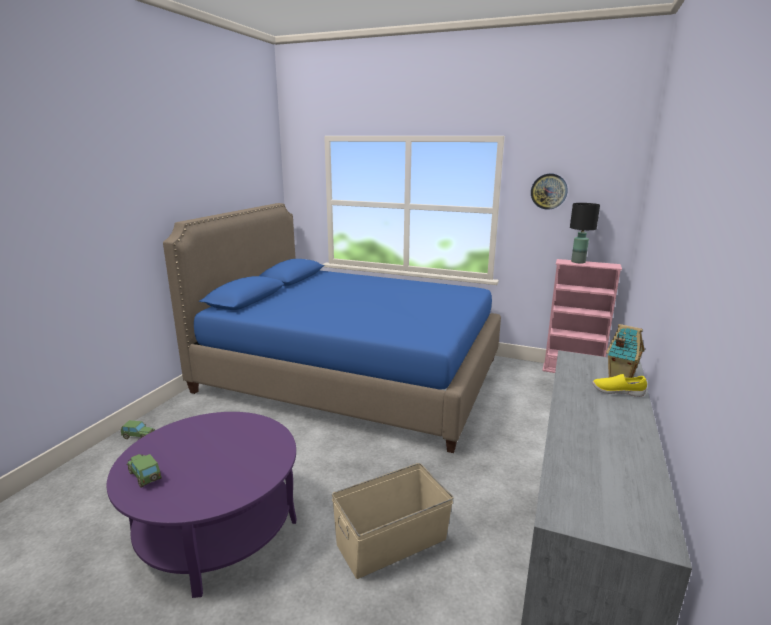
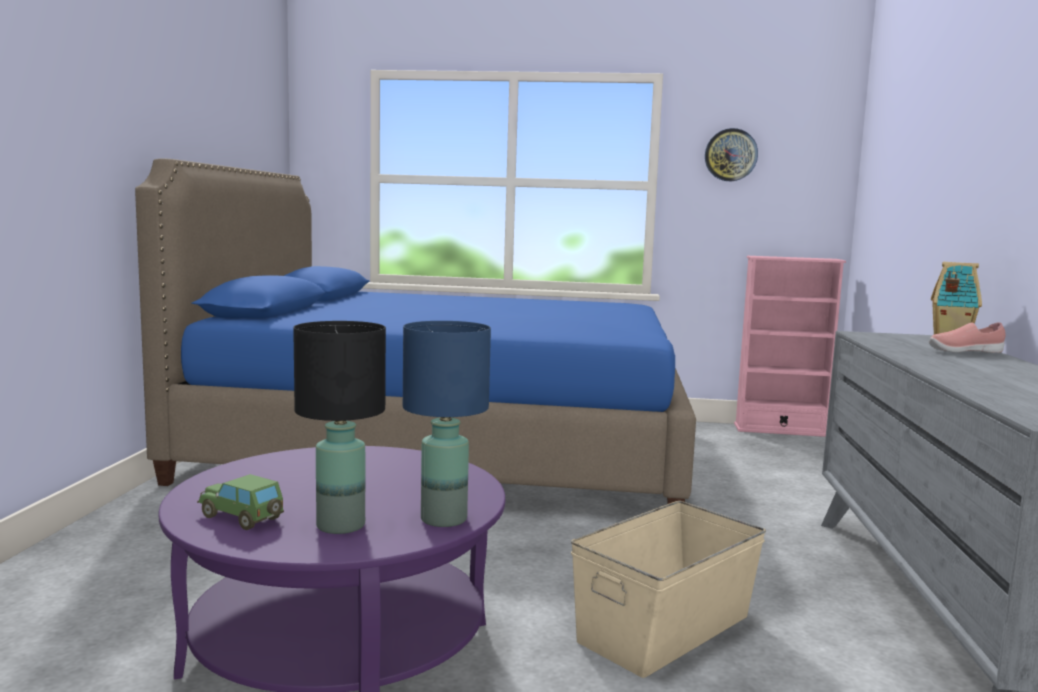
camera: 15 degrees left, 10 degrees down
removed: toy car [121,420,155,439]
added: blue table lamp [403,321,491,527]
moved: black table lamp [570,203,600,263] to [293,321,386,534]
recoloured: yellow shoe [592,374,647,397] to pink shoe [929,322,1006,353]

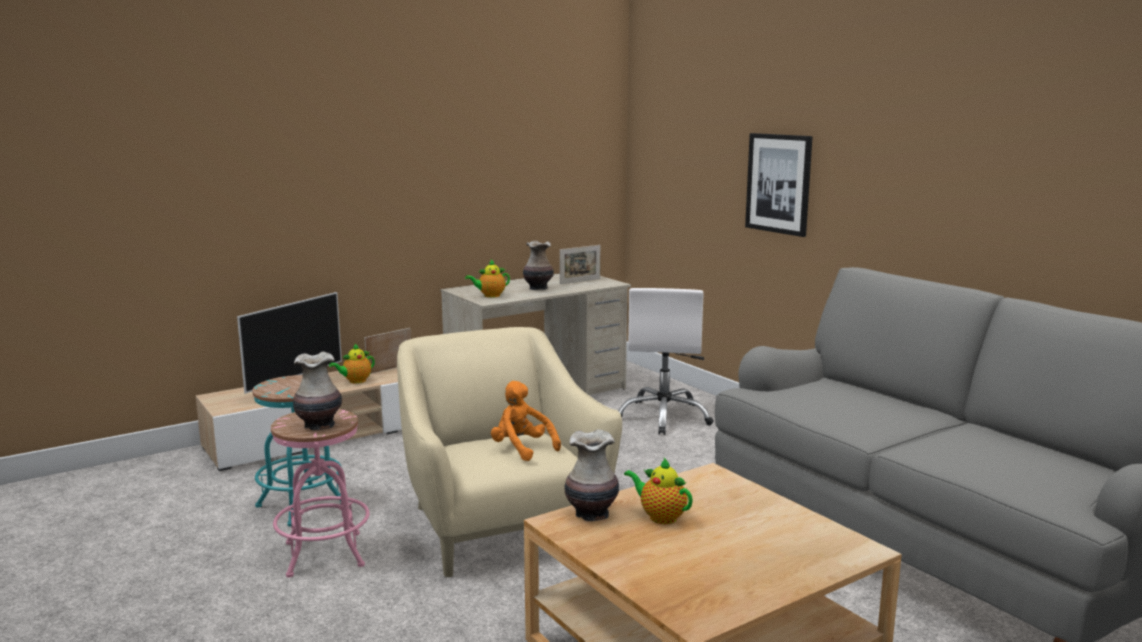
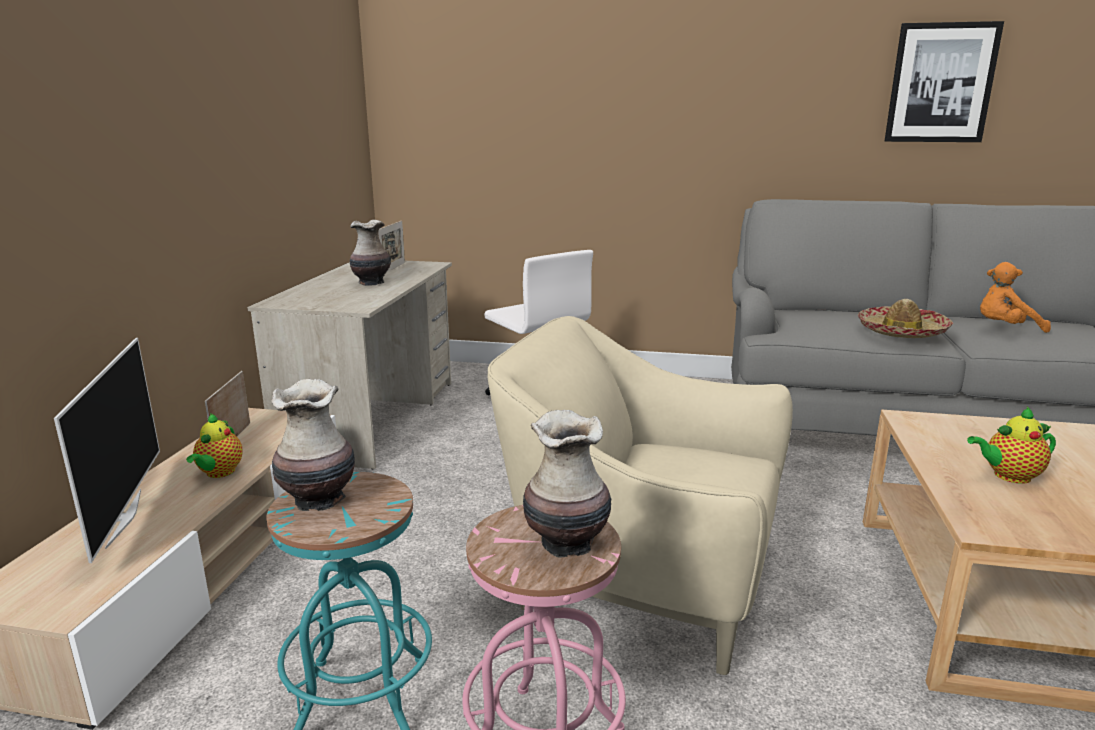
camera: 45 degrees left, 5 degrees up
removed: teapot [465,260,510,298]
added: hat [858,299,953,338]
moved: picture [745,133,813,237] to [885,21,1004,142]; orange plush toy [491,381,561,461] to [980,262,1051,333]; vase [565,429,619,521] to [271,379,355,511]

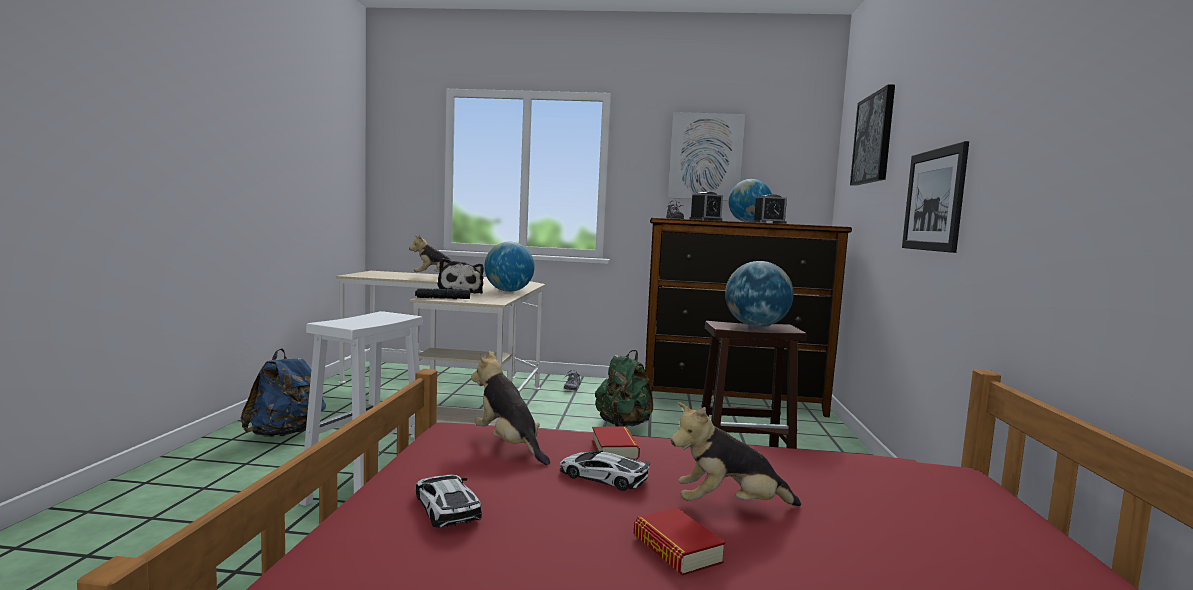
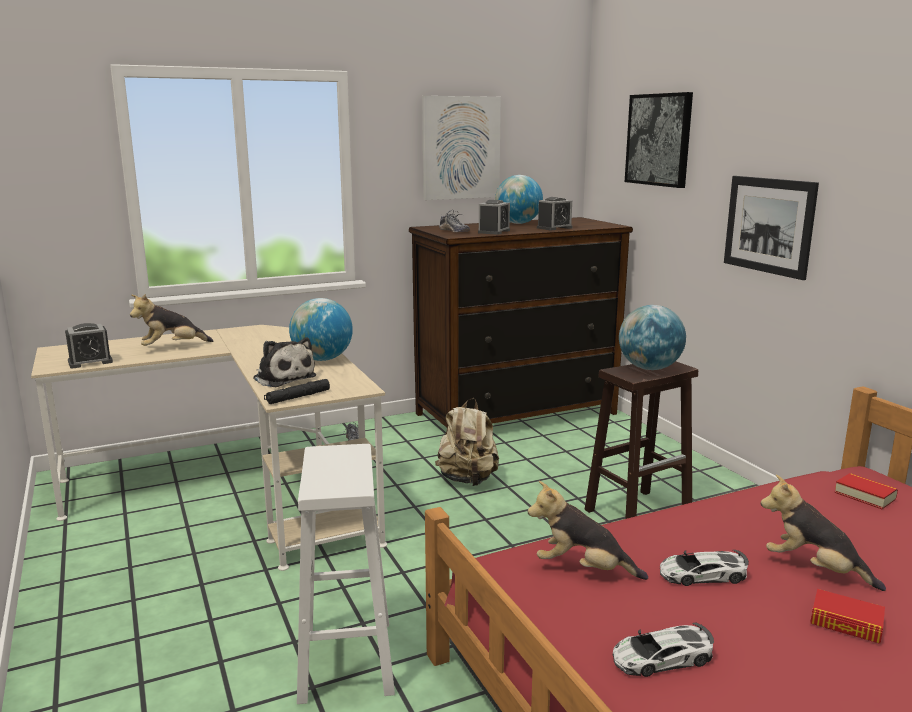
camera: 30 degrees left, 10 degrees up
removed: blue backpack [241,349,326,437]
added: alarm clock [65,323,113,368]
moved: book [592,426,640,460] to [834,473,898,509]
recoloured: green backpack [595,350,653,427] to beige backpack [435,398,499,486]
turned: plush toy [671,402,801,506] = [761,474,886,591] 75 degrees clockwise; toy car [416,475,482,528] = [613,622,714,677] 45 degrees counterclockwise

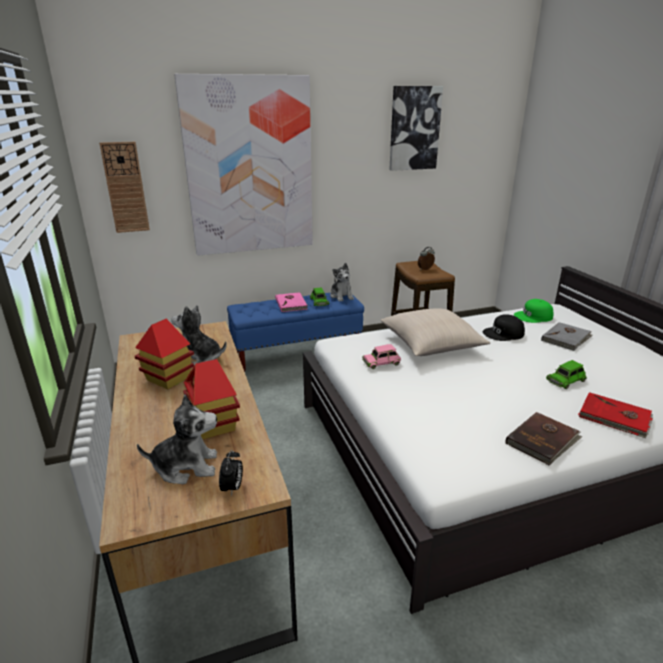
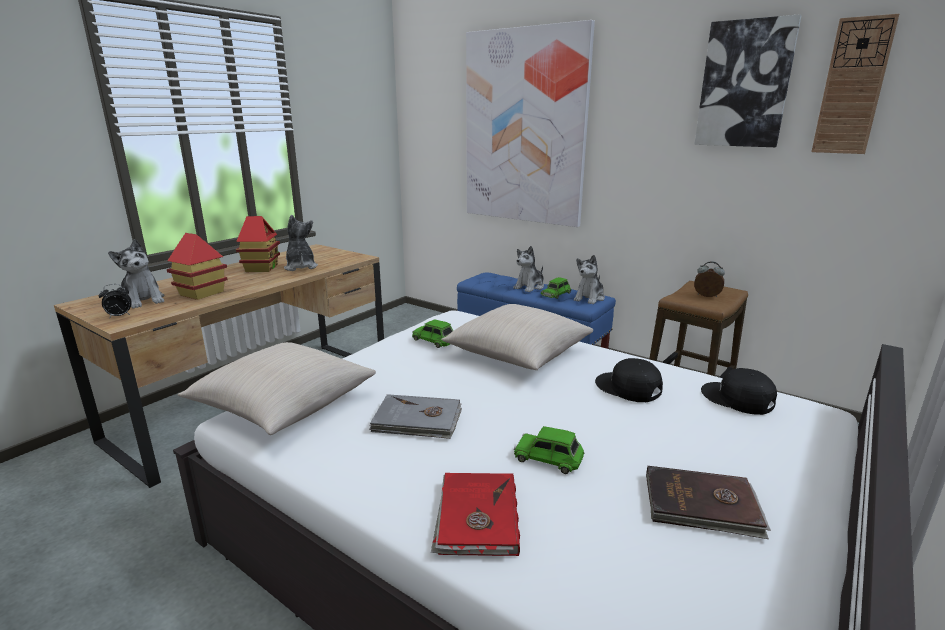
camera: 55 degrees right, 5 degrees down
added: beige pillow [178,342,376,435]
moved: wall clock [99,142,150,233] to [811,14,899,154]; grey book [541,322,593,351] to [369,394,462,439]; brown book [506,412,582,465] to [646,466,771,539]
replaced: pink book [275,292,308,312] to plush toy [513,246,544,292]
recoloured: green cap [514,299,554,323] to black cap [701,368,777,415]; pink toy car [362,344,401,369] to green toy car [412,319,454,348]

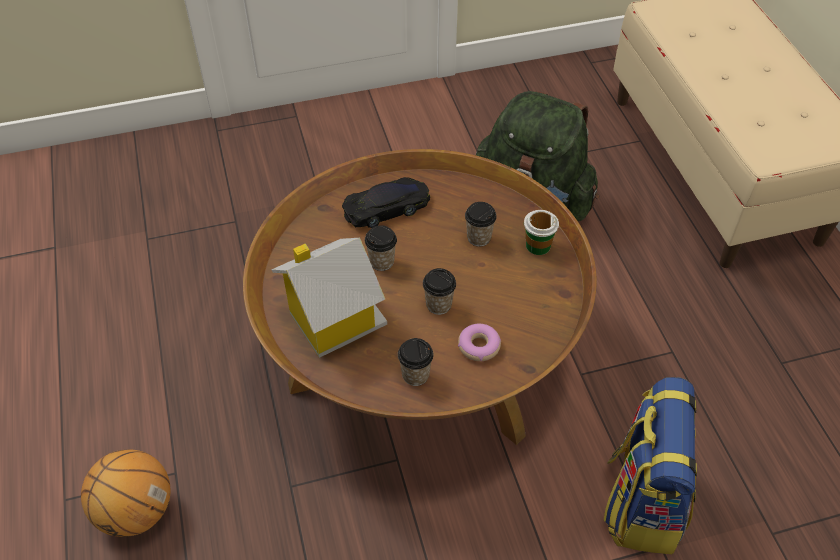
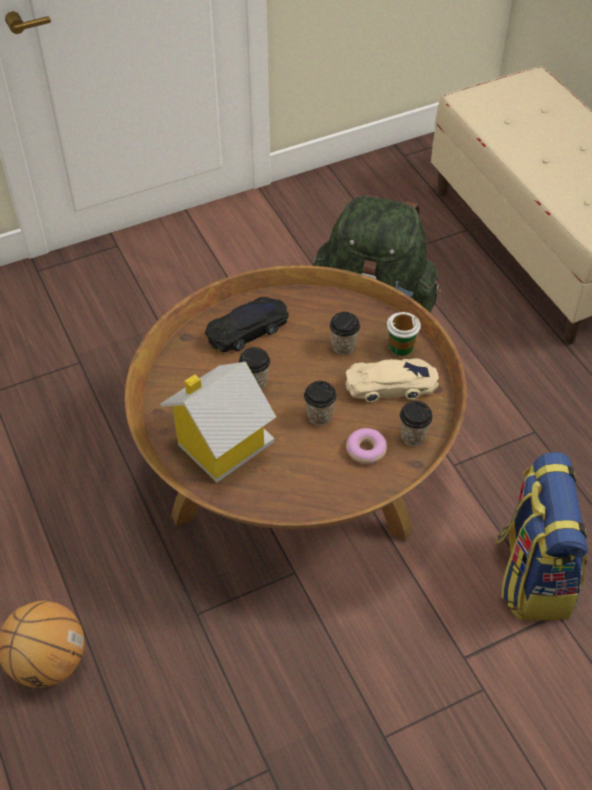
camera: 10 degrees left, 0 degrees up
added: beige toy car [346,358,439,402]
moved: cup [398,338,433,386] to [400,401,433,446]

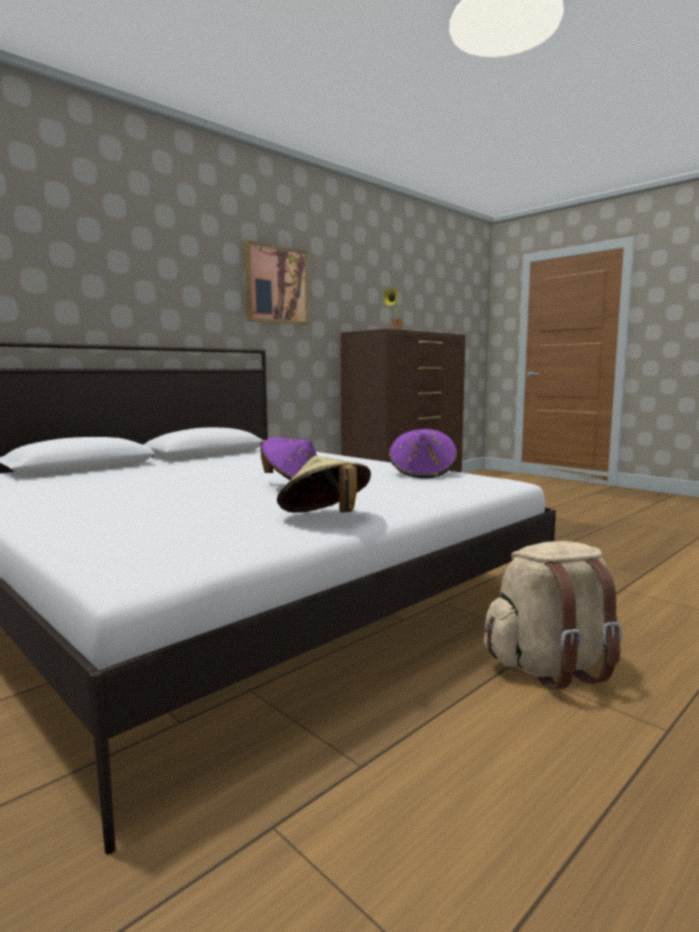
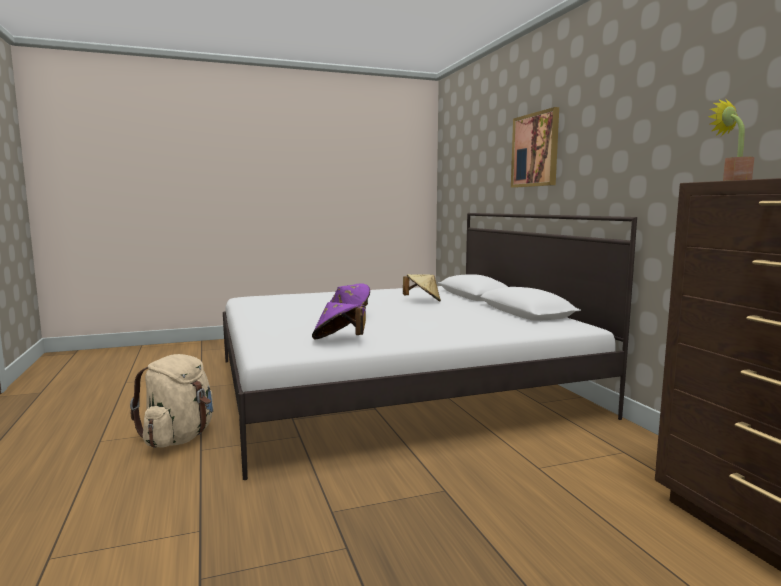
camera: 115 degrees right, 0 degrees up
moved: picture [244,240,309,325] to [511,107,559,188]; beige hat [277,456,371,513] to [403,274,441,302]

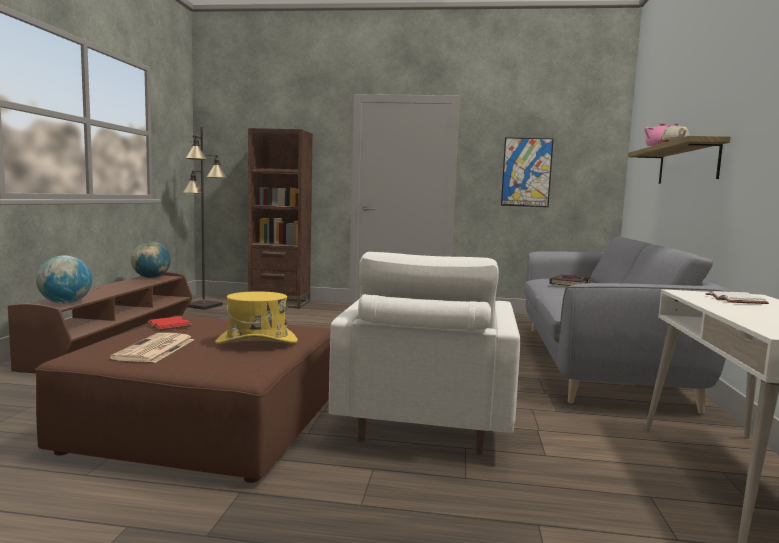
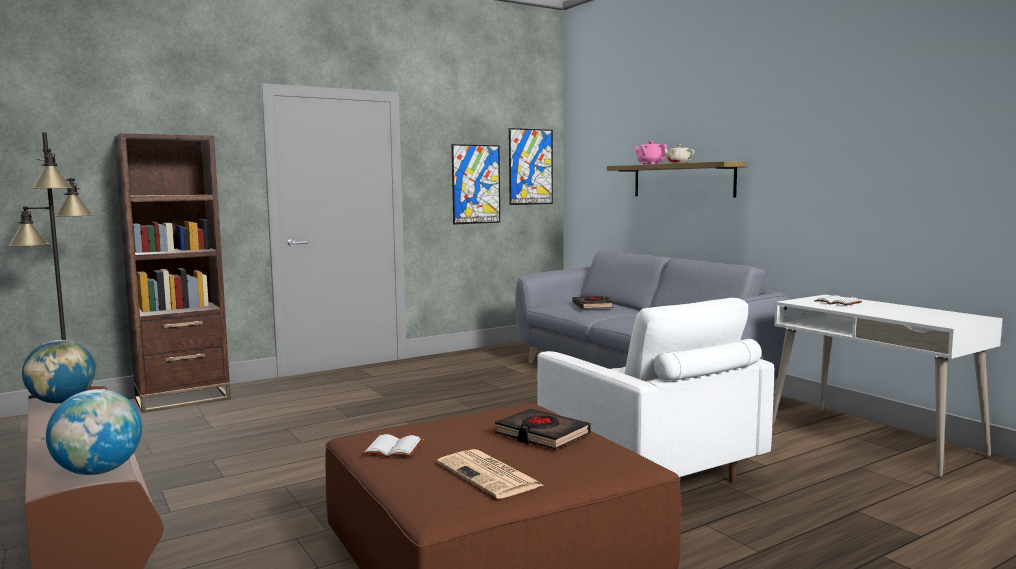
camera: 40 degrees left, 0 degrees up
added: picture [509,128,553,205]
replaced: yellow hat [215,291,298,344] to black book [495,409,590,449]
recoloured: red book [146,316,192,330] to white book [362,434,424,457]

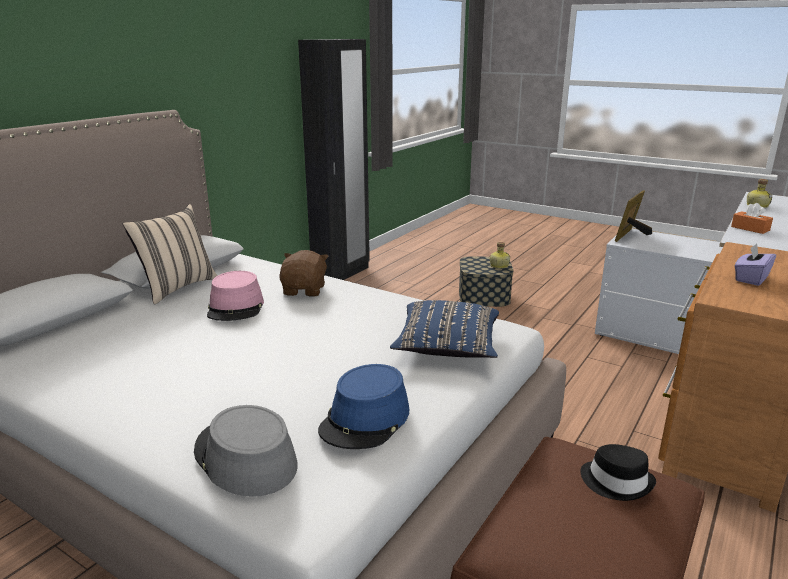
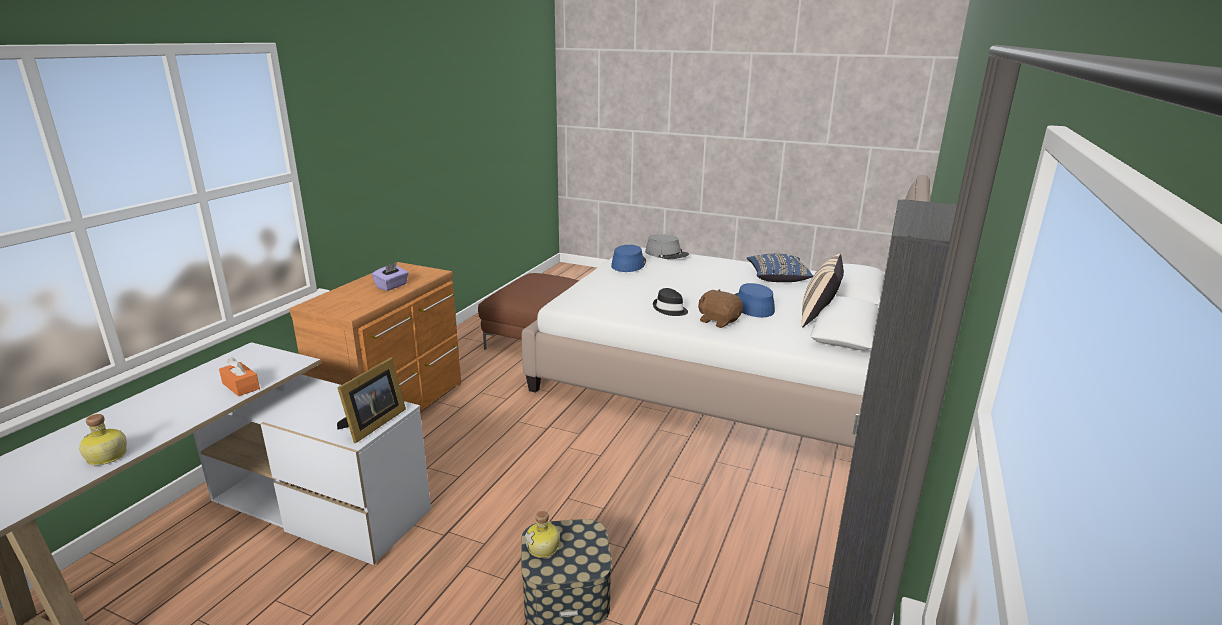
camera: 170 degrees right, 0 degrees up
moved: blue pillow [390,300,499,358] to [747,254,813,282]; black hat [580,444,656,501] to [653,288,688,316]
recoloured: pink hat [207,271,264,321] to blue hat [734,283,775,317]
turned: brown plush toy [279,250,329,297] = [698,289,743,328] 135 degrees clockwise

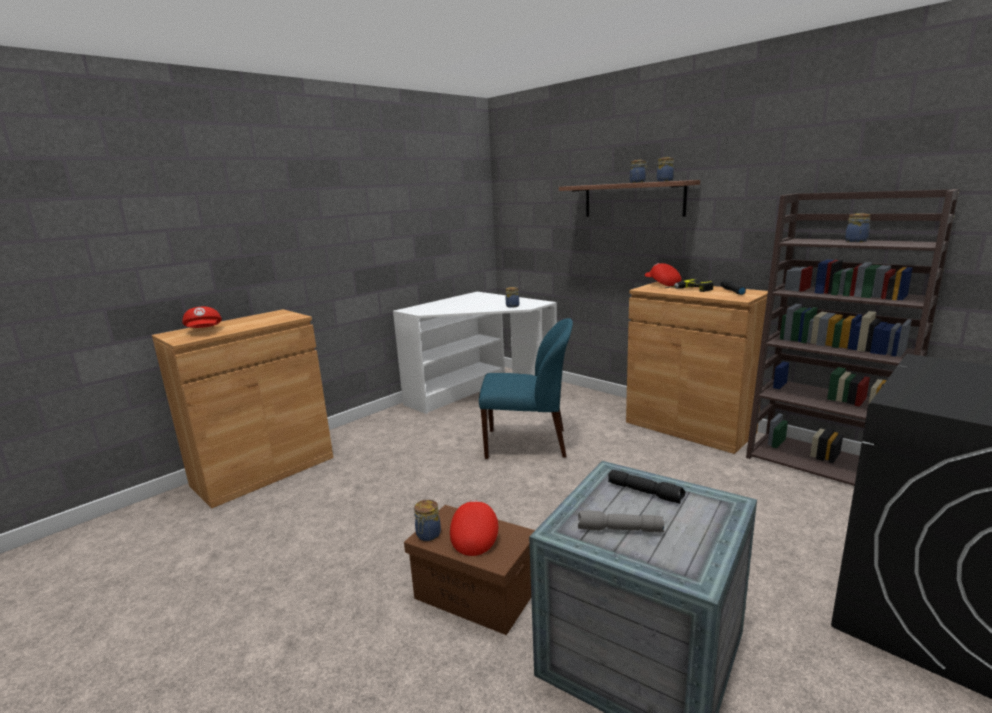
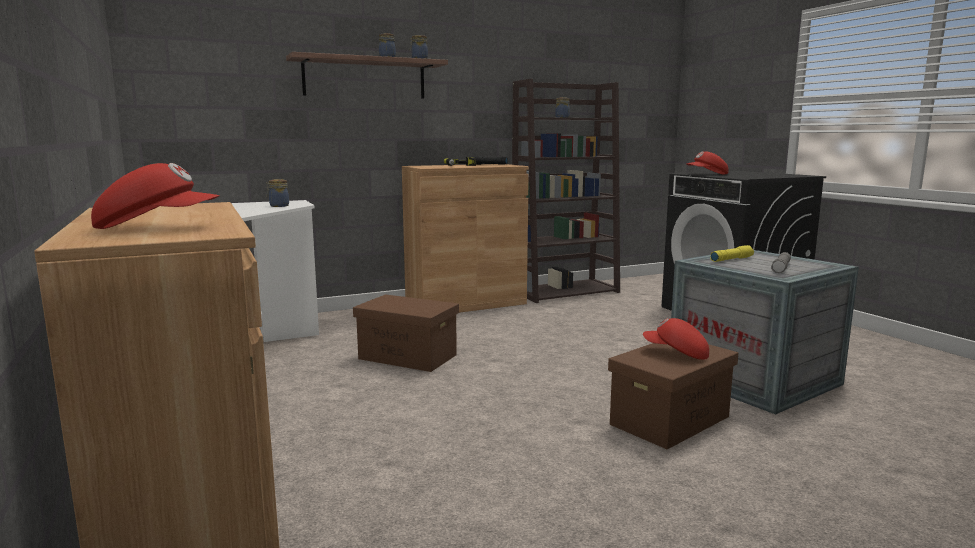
camera: 70 degrees left, 5 degrees down
removed: jar [414,500,441,541]
moved: red cap [645,263,682,286] to [686,151,729,175]
replaced: blue chair [479,318,573,459] to brown storage box [353,294,459,372]
recoloured: black flashlight [608,470,685,504] to yellow flashlight [711,245,754,262]

